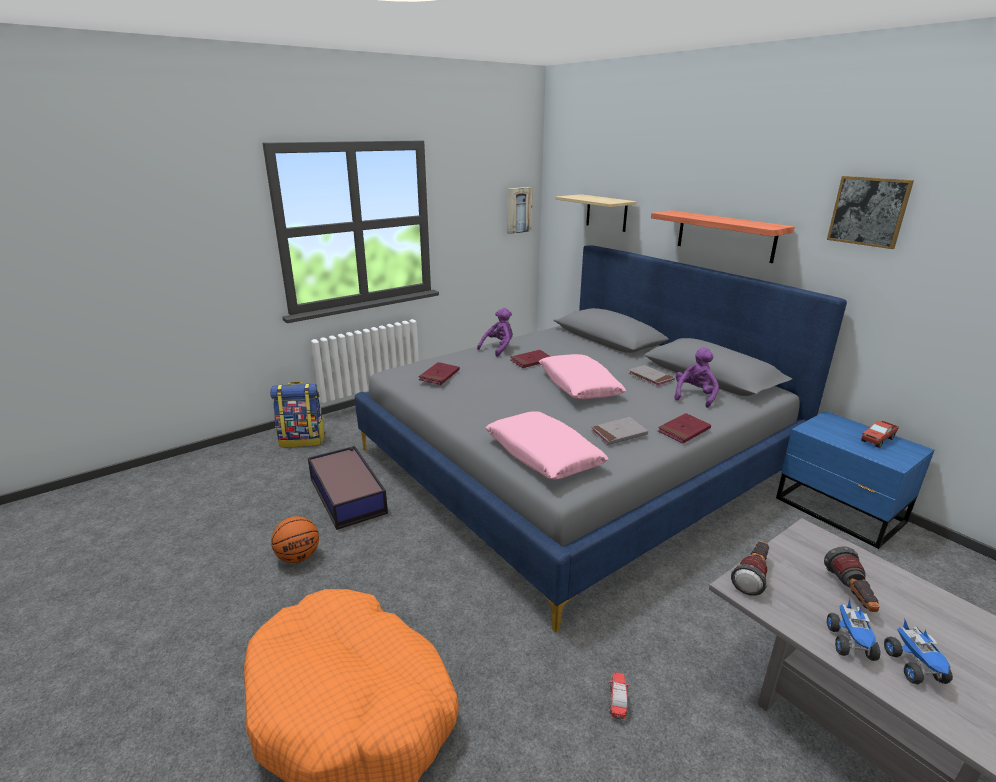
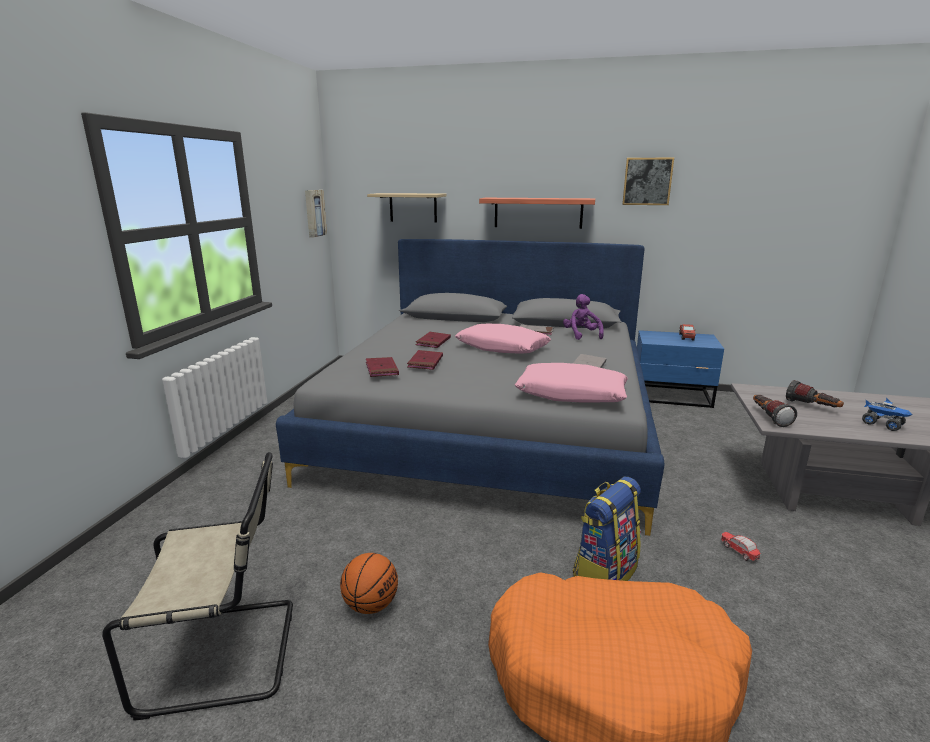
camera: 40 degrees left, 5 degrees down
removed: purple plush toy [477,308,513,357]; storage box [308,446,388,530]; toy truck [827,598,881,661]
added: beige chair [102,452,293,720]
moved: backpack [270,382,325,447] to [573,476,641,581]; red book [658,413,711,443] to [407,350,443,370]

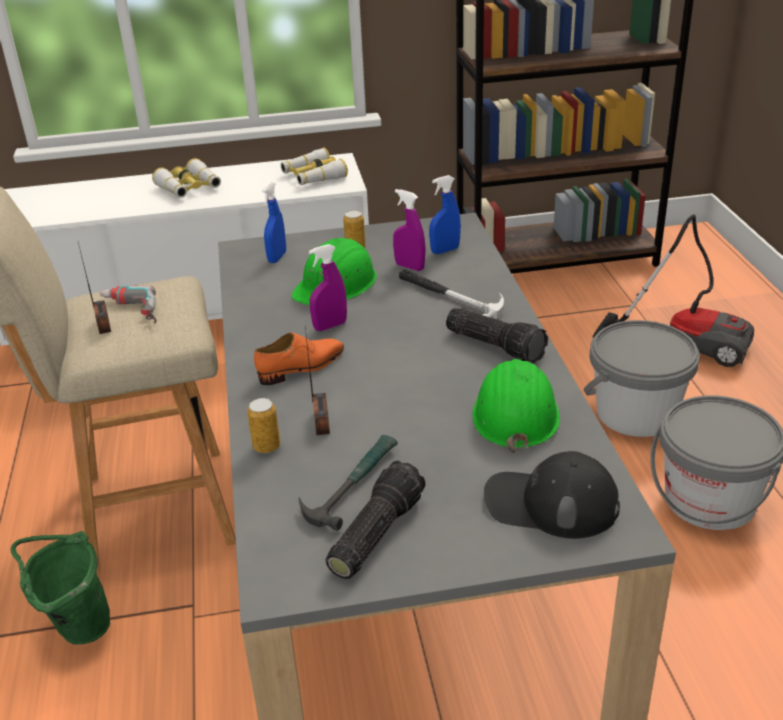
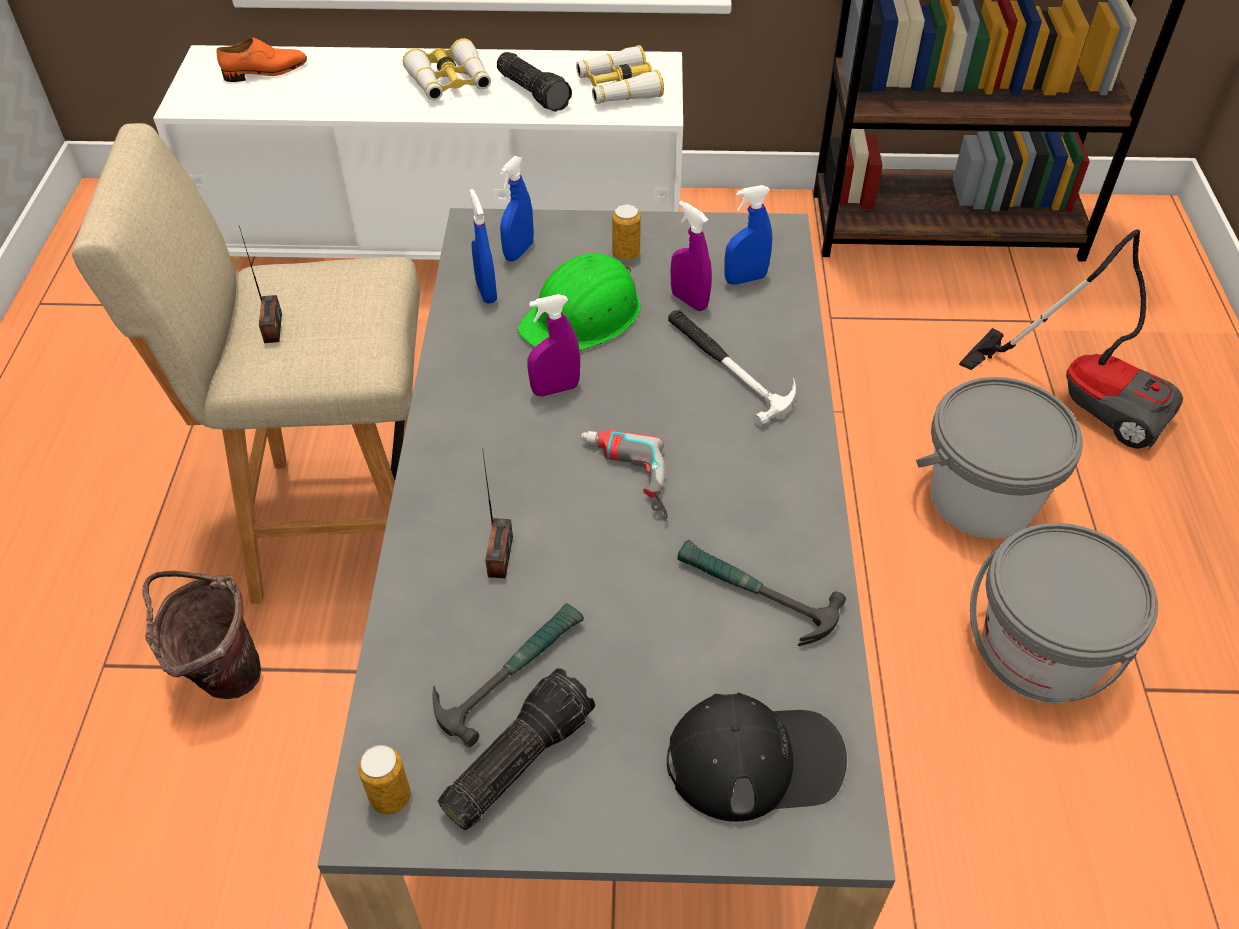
camera: 10 degrees right, 15 degrees up
added: blue spray bottle [470,189,497,304]
moved: power drill [100,285,156,323] to [580,429,668,521]; flashlight [446,308,548,363] to [497,52,572,112]; orange shoe [254,332,344,385] to [217,37,307,82]; can [247,398,280,453] to [358,745,411,815]
replaced: green hard hat [472,359,560,453] to hammer [678,540,846,646]
recoloured: green bucket [10,531,110,645] to brown bucket [142,570,261,699]
turned: black cap [484,451,620,539] = [667,692,847,822] 150 degrees clockwise

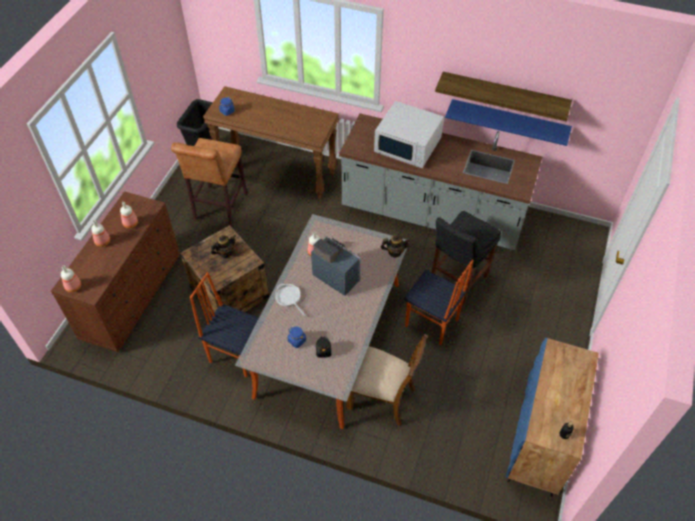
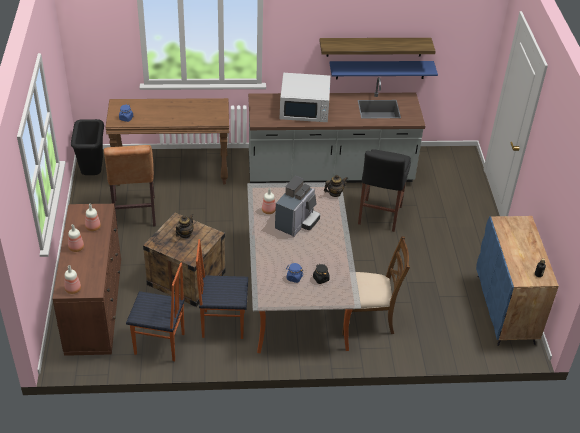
camera: 25 degrees left, 10 degrees down
removed: frying pan [275,284,306,317]
moved: chair [404,259,474,346] to [126,263,185,361]
turned: coffee machine [311,236,361,296] = [275,176,320,237] 105 degrees clockwise

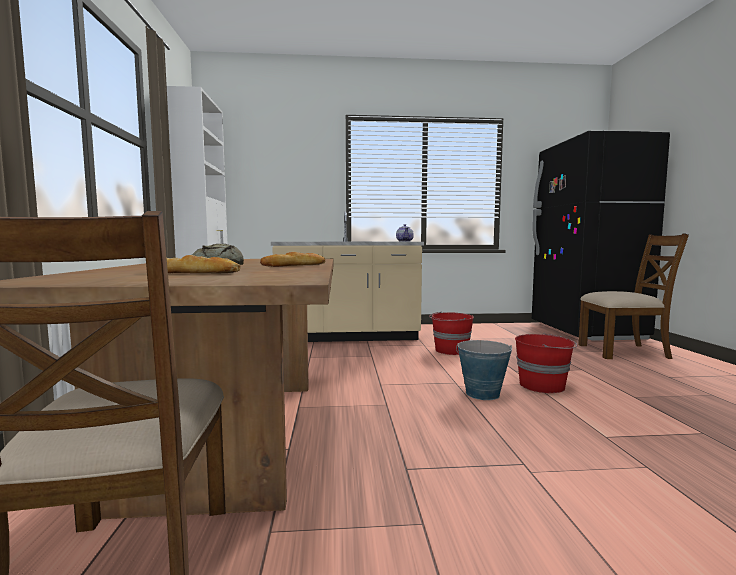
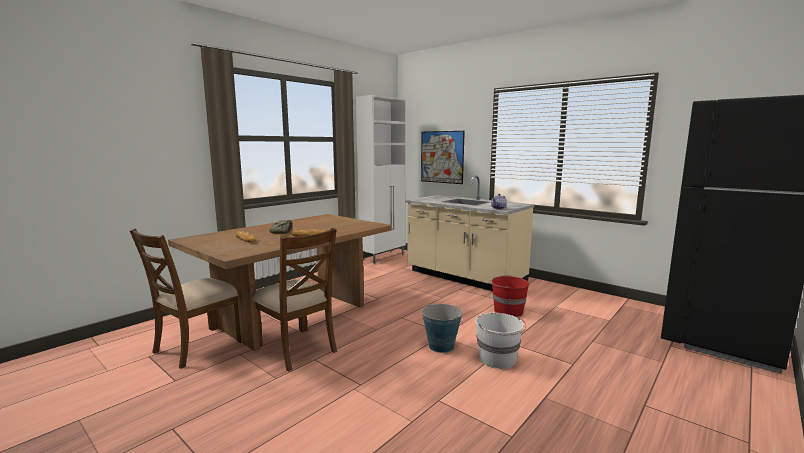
camera: 45 degrees right, 5 degrees up
added: picture [421,131,465,184]
moved: brown chair [578,233,689,359] to [253,228,337,372]
recoloured: red bucket [515,333,578,393] to white bucket [475,313,526,369]

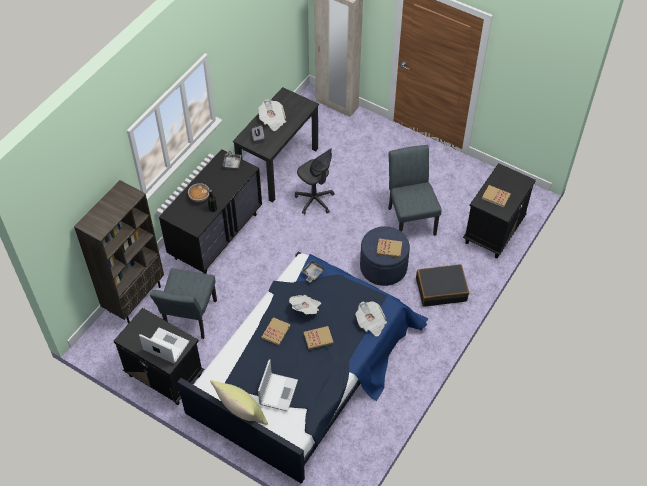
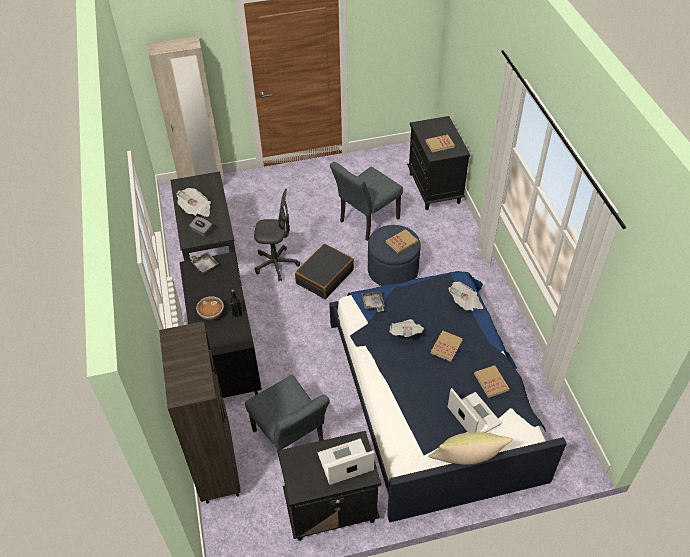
camera: 45 degrees left, 5 degrees down
moved: black suitcase [416,264,469,307] to [295,244,354,299]; book [262,317,291,346] to [474,365,510,398]
turned: grey chair [388,145,442,236] = [330,161,403,241] 75 degrees counterclockwise

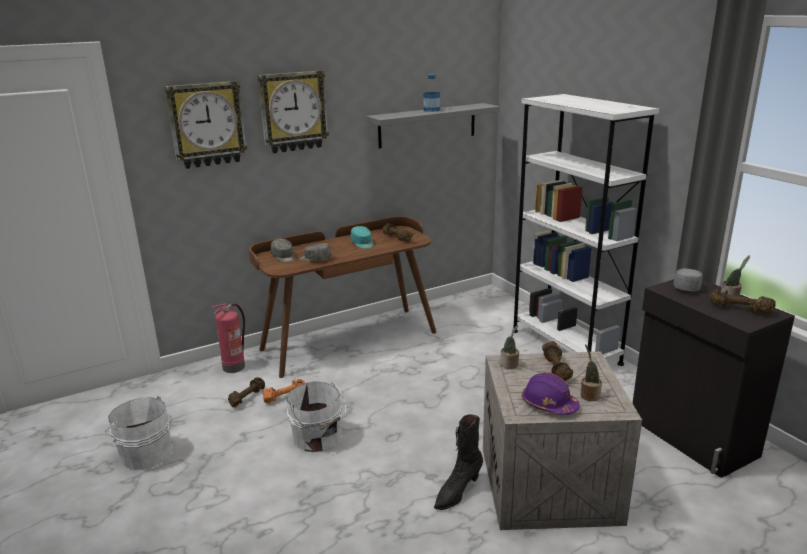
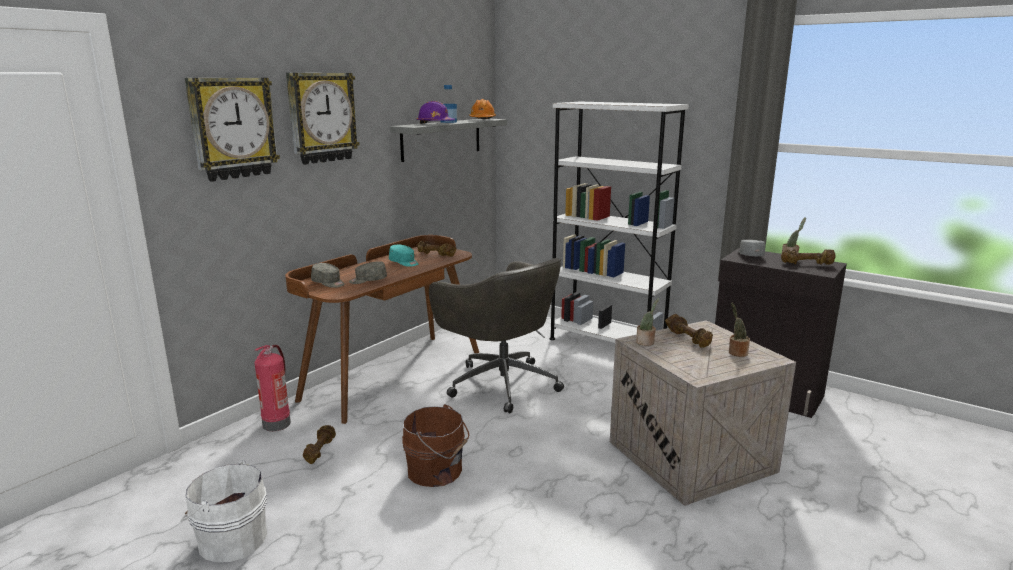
camera: 25 degrees left, 5 degrees down
removed: orange dumbbell [262,379,305,403]; black boot [434,414,483,510]
added: orange hard hat [469,99,496,119]; grey office chair [429,258,564,413]
moved: purple hard hat [522,372,580,415] to [416,101,455,124]
recoloured: white bucket [287,381,346,452] to brown bucket [402,404,469,487]

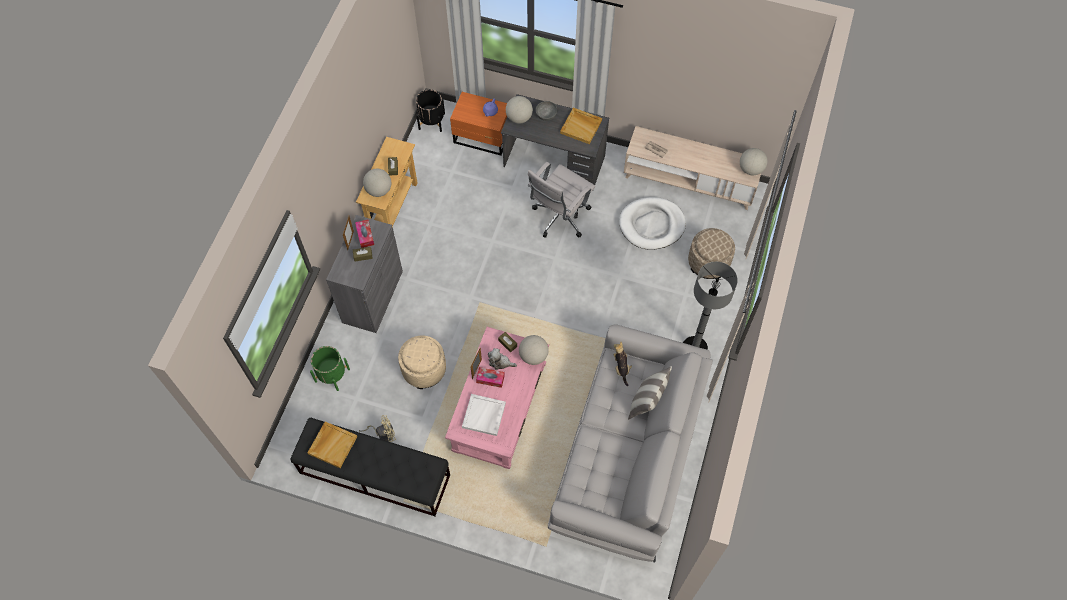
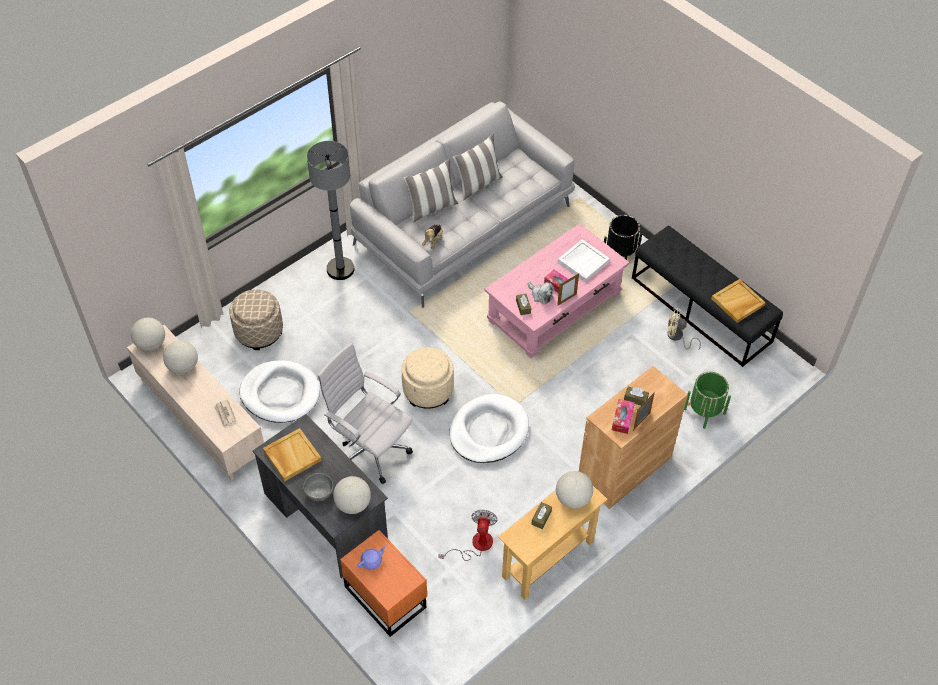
camera: 150 degrees left, 10 degrees down
added: pillow [453,134,503,200]; white dog bed [449,394,529,463]; fan [438,510,498,561]
moved: black planter [416,89,445,132] to [604,215,642,260]; globe [519,335,549,365] to [163,340,198,374]; beige ottoman [398,336,446,389] to [402,347,454,409]
recoloured: grey cabinet [326,215,403,333] to brown cabinet [579,366,688,509]
turned: white office chair [527,162,595,238] = [317,342,413,484] 120 degrees counterclockwise

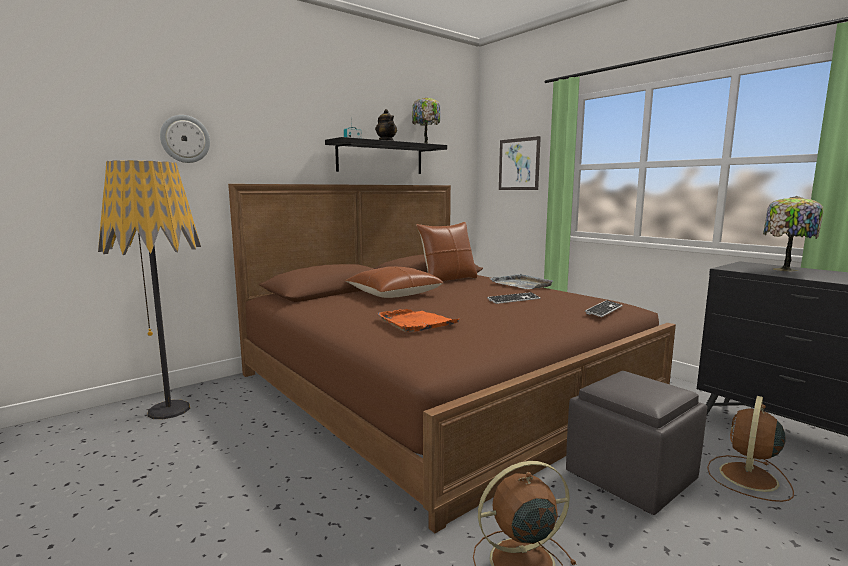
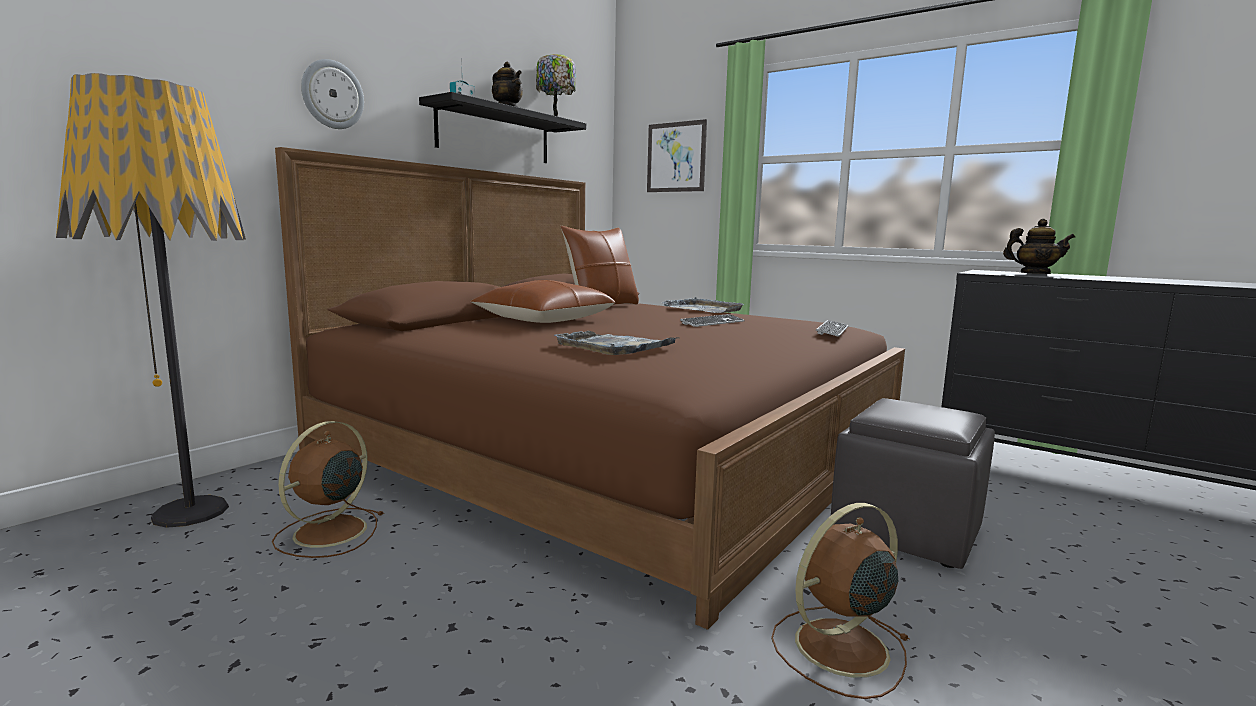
camera: 15 degrees left, 0 degrees up
moved: wall clock [160,115,210,163] to [301,59,364,129]; brown fan [707,396,794,502] to [272,421,384,558]
replaced: table lamp [763,196,824,272] to teapot [1003,219,1075,274]
recoloured: orange tray [378,309,459,332] to grey tray [554,331,676,355]

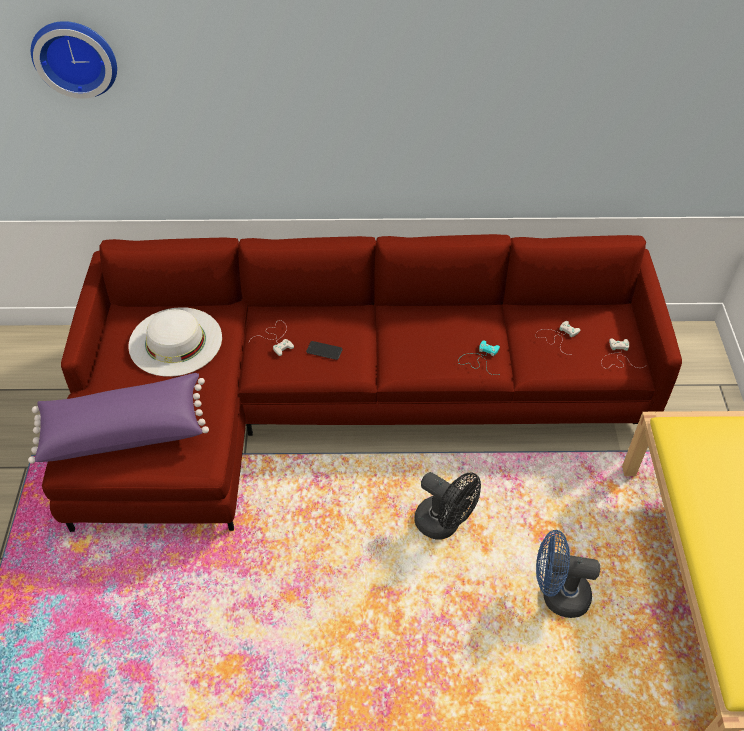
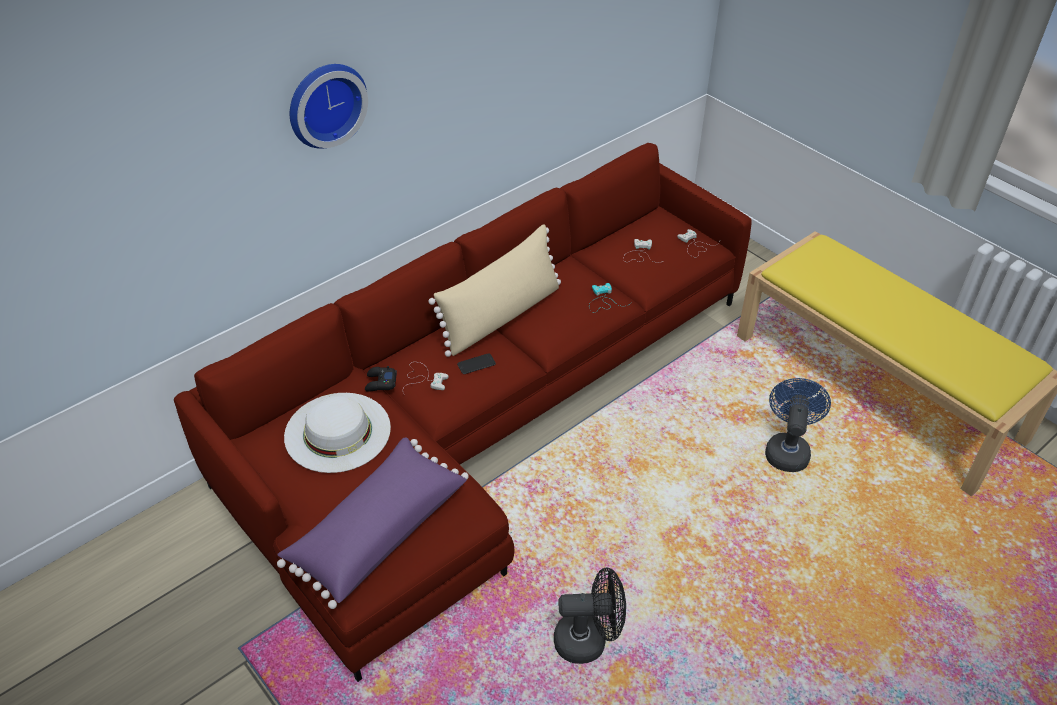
camera: 40 degrees left, 5 degrees down
added: beige pillow [428,224,561,357]; black game controller [365,366,397,392]
moved: wall clock [31,21,117,99] to [290,64,368,149]; black fan [414,472,481,540] to [554,568,626,664]
turned: blue fan [536,530,600,618] = [765,378,831,472] 135 degrees clockwise

